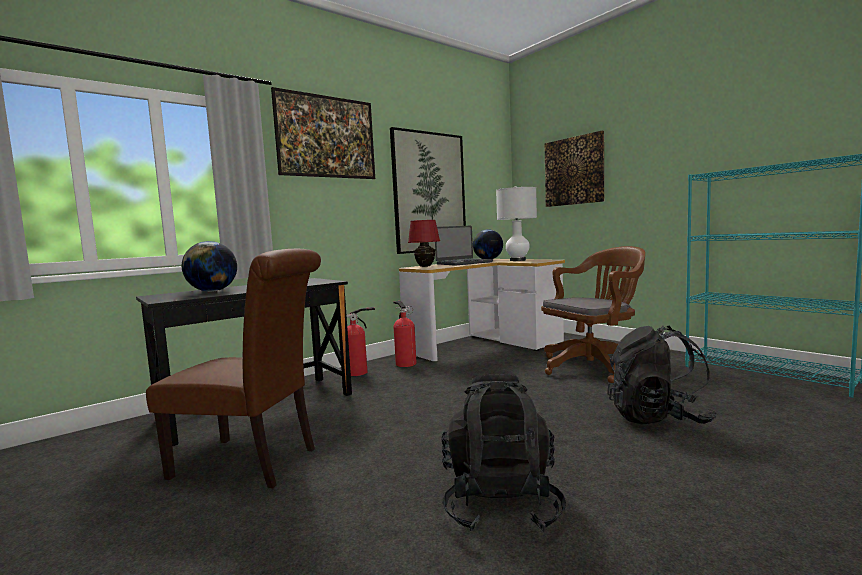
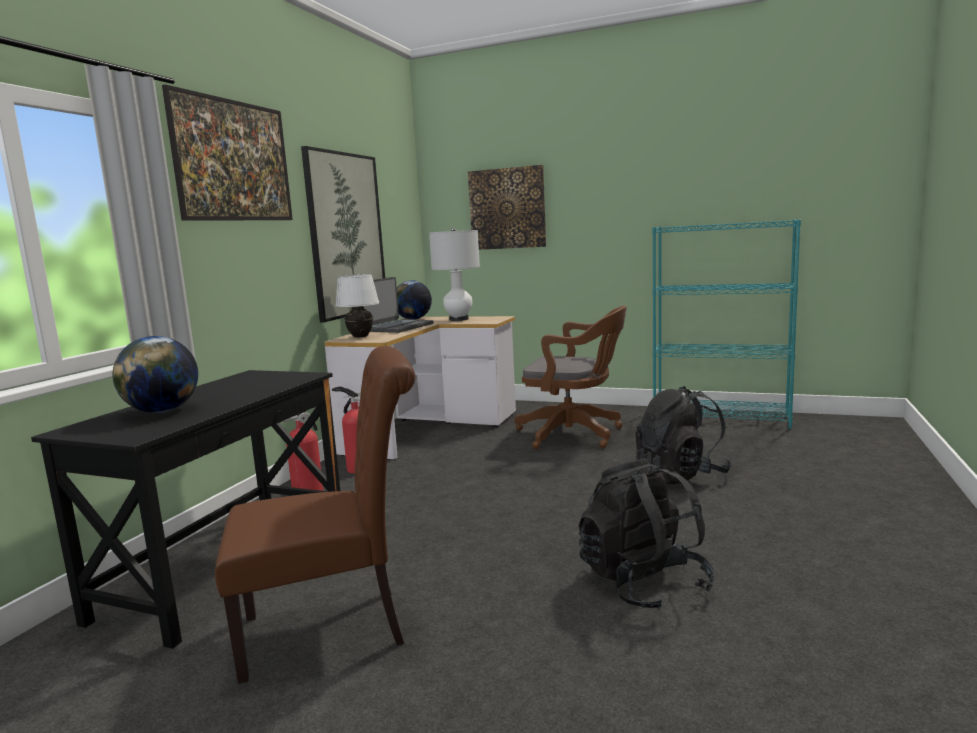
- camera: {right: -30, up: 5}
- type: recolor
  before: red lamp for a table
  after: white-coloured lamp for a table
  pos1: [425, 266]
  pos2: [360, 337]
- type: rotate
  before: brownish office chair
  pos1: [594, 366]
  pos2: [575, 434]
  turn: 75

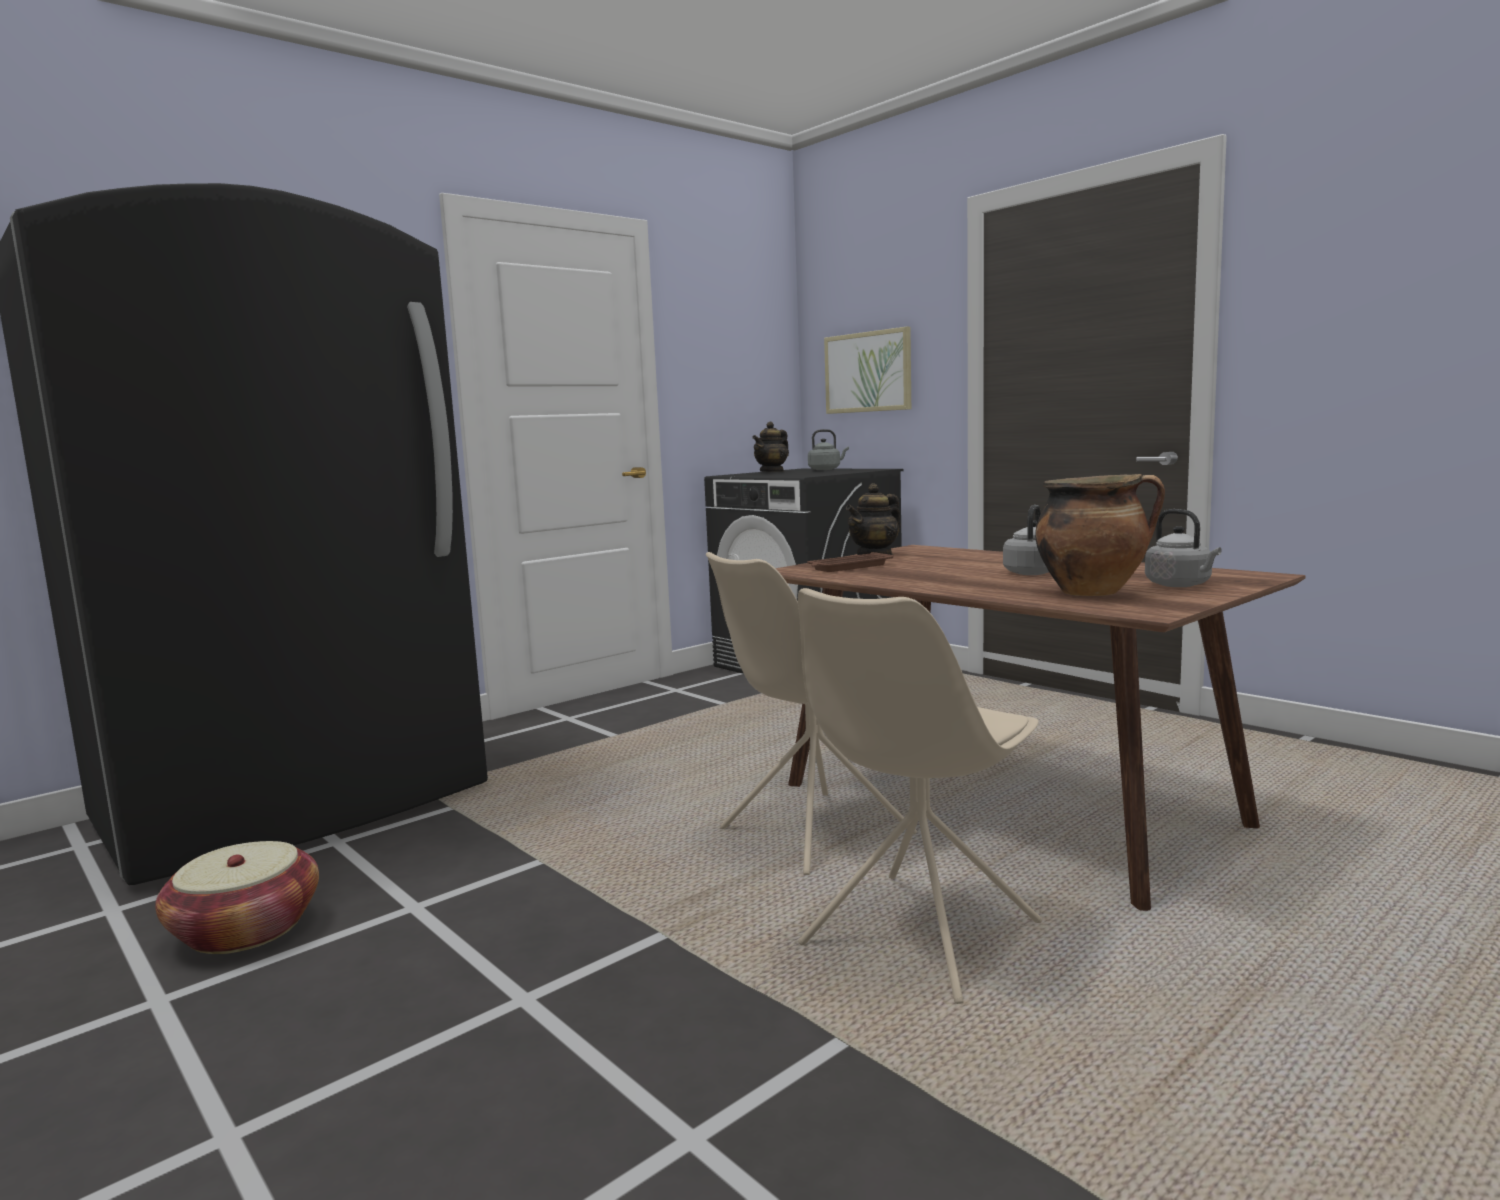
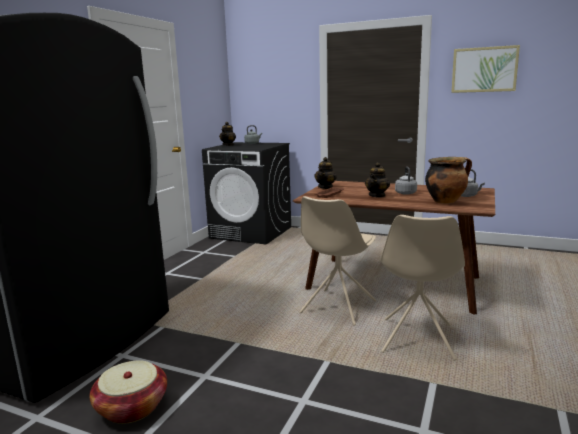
- camera: {right: -25, up: 5}
- type: move
  before: wall art
  pos1: [868, 372]
  pos2: [484, 69]
- type: insert
  after: teapot
  pos2: [377, 195]

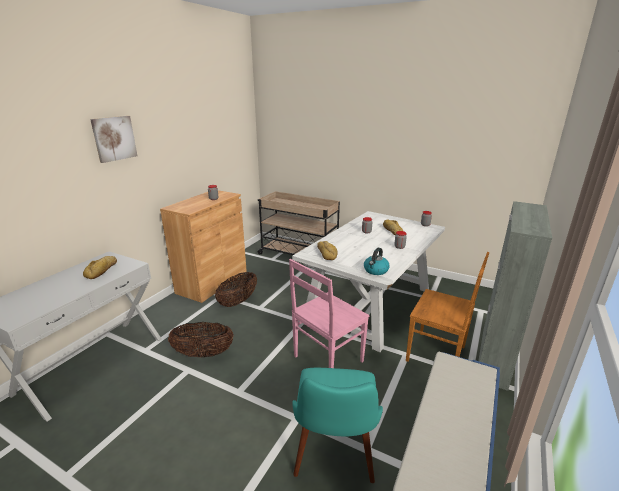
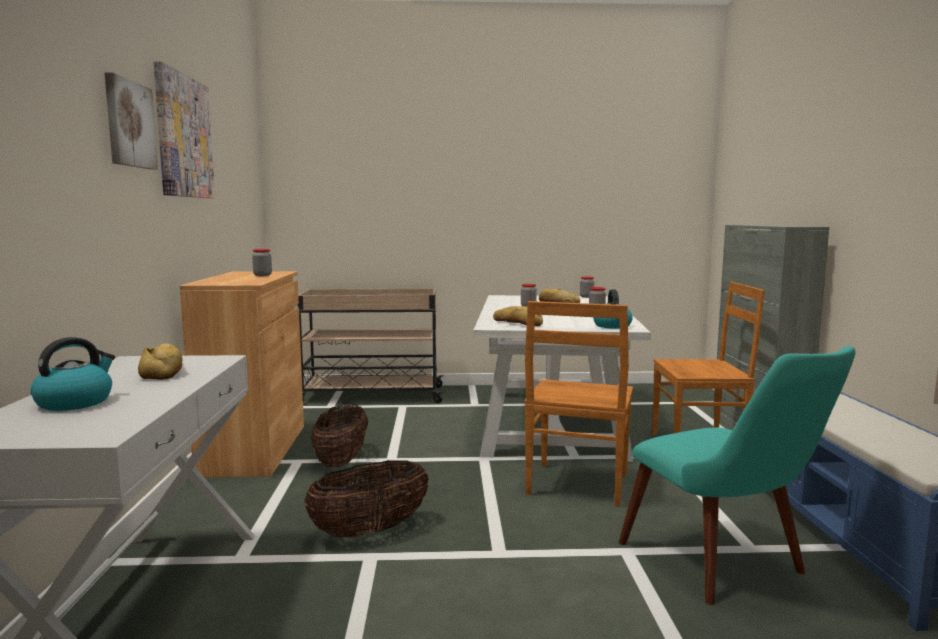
- camera: {right: -30, up: -15}
- type: recolor
  before: pinkish chair
  after: brownish chair
  pos1: [326, 359]
  pos2: [577, 485]
- type: insert
  after: wall art
  pos2: [183, 136]
- type: insert
  after: kettle
  pos2: [75, 402]

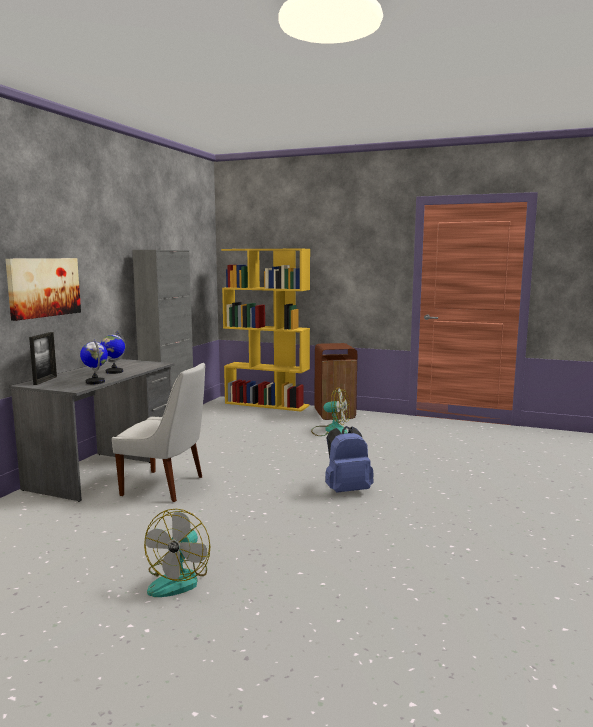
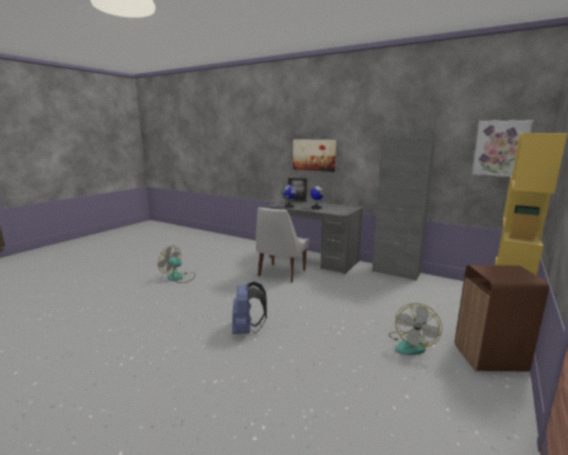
- camera: {right: 100, up: 5}
- type: insert
  after: wall art
  pos2: [500, 148]

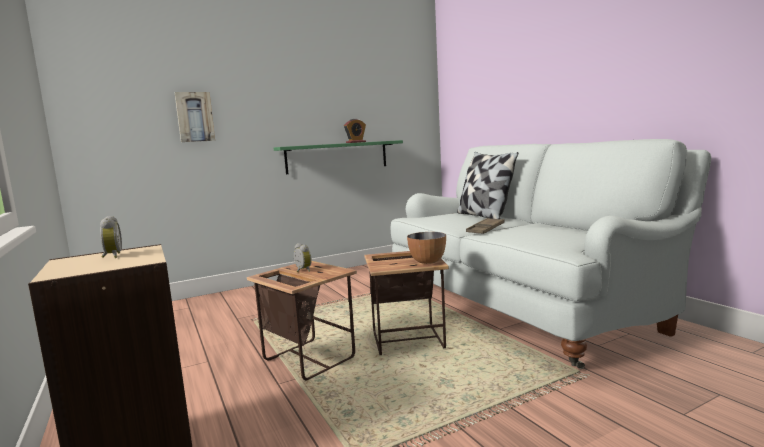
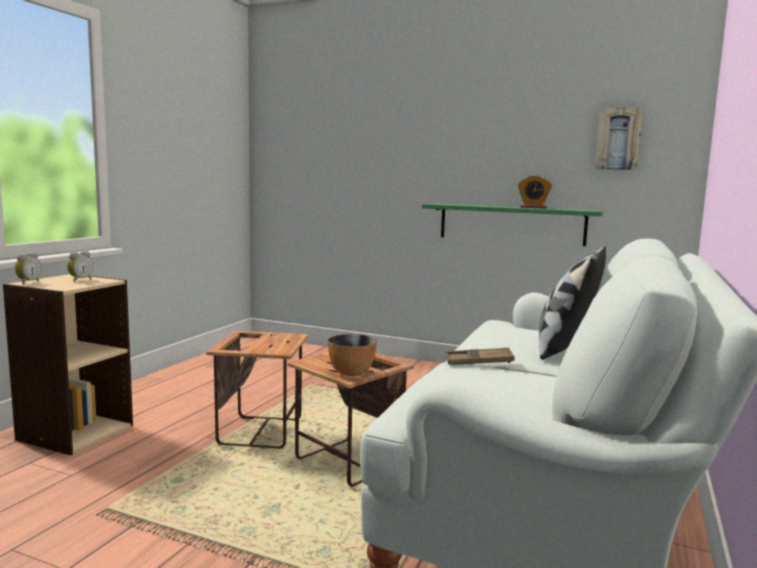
- camera: {right: 50, up: 0}
- type: move
  before: wall art
  pos1: [195, 117]
  pos2: [618, 139]
- type: move
  before: table clock
  pos1: [302, 271]
  pos2: [27, 282]

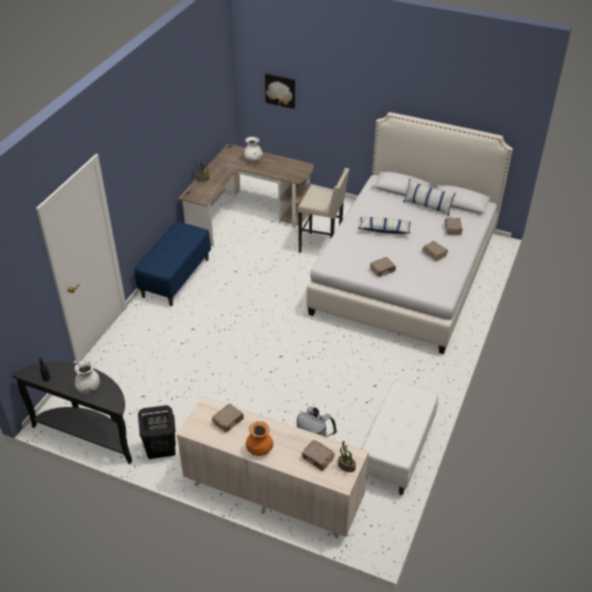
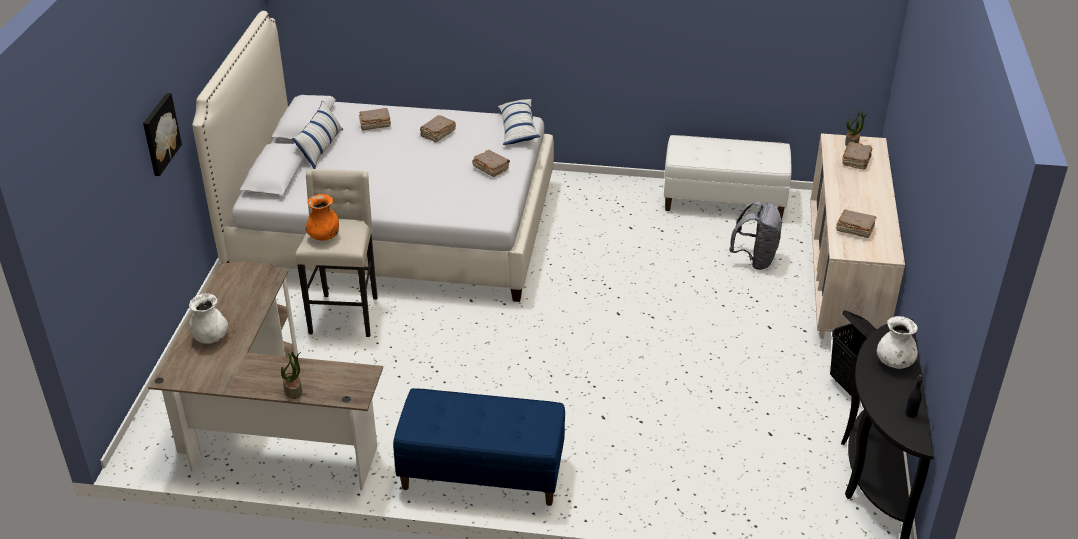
- camera: {right: -105, up: -5}
- type: move
  before: wall art
  pos1: [280, 90]
  pos2: [159, 134]
- type: move
  before: throw pillow
  pos1: [384, 230]
  pos2: [518, 129]
- type: move
  before: orangey vase
  pos1: [259, 449]
  pos2: [324, 236]

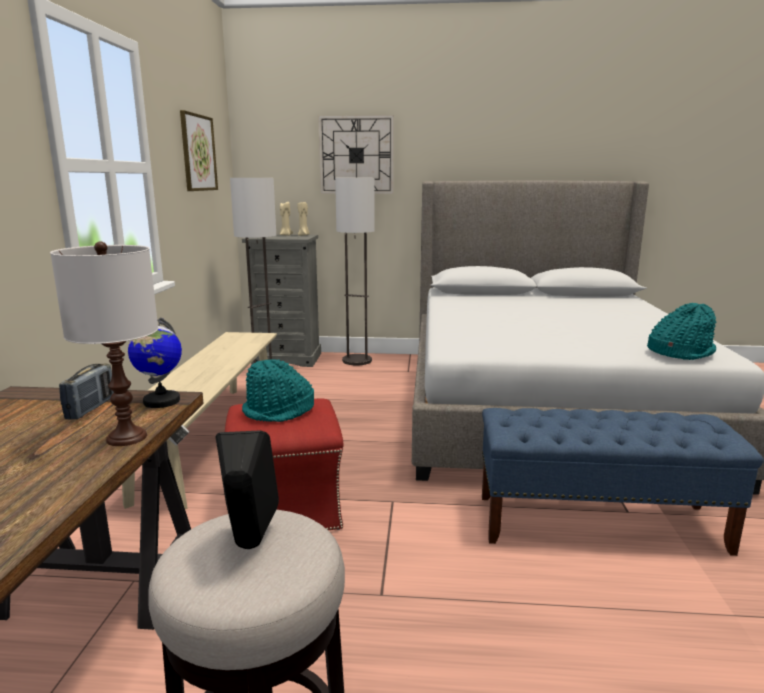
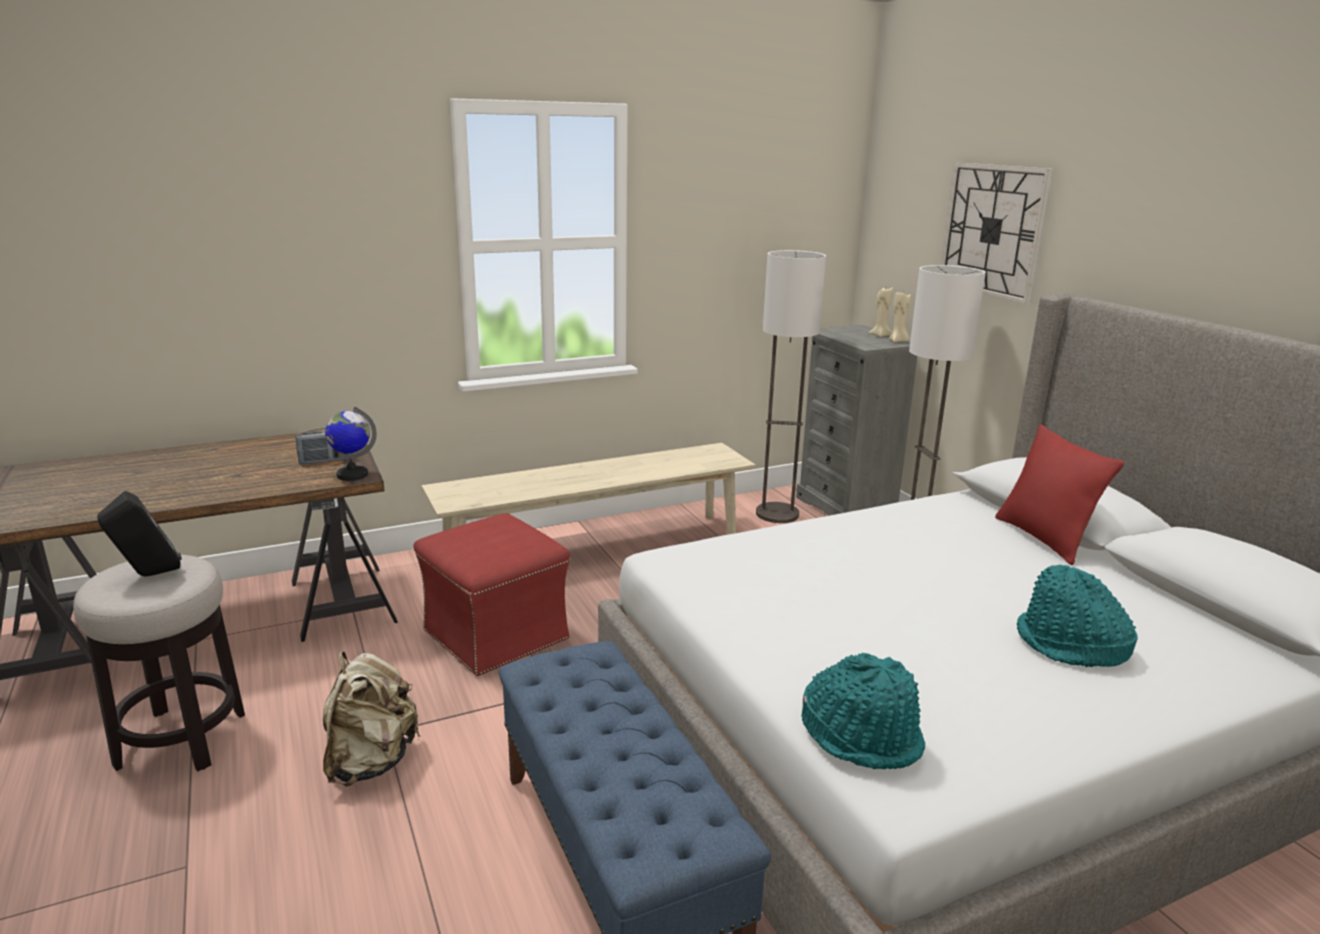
- camera: {right: 60, up: 5}
- type: delete
  before: wall art
  pos1: [198, 153]
- type: delete
  before: white-coloured lamp for a table
  pos1: [126, 438]
- type: move
  before: blue-green wearable hat
  pos1: [279, 412]
  pos2: [1071, 646]
- type: insert
  after: red throw pillow
  pos2: [1044, 538]
- type: insert
  after: sand-coloured knapsack
  pos2: [371, 762]

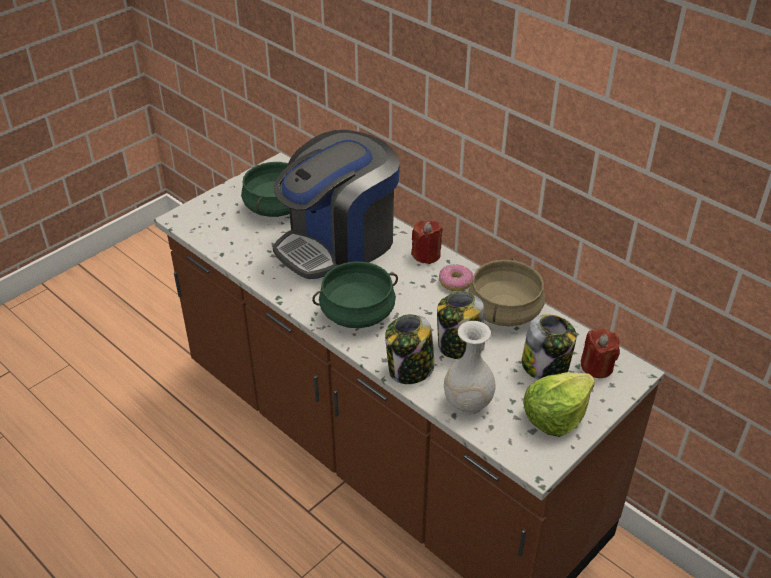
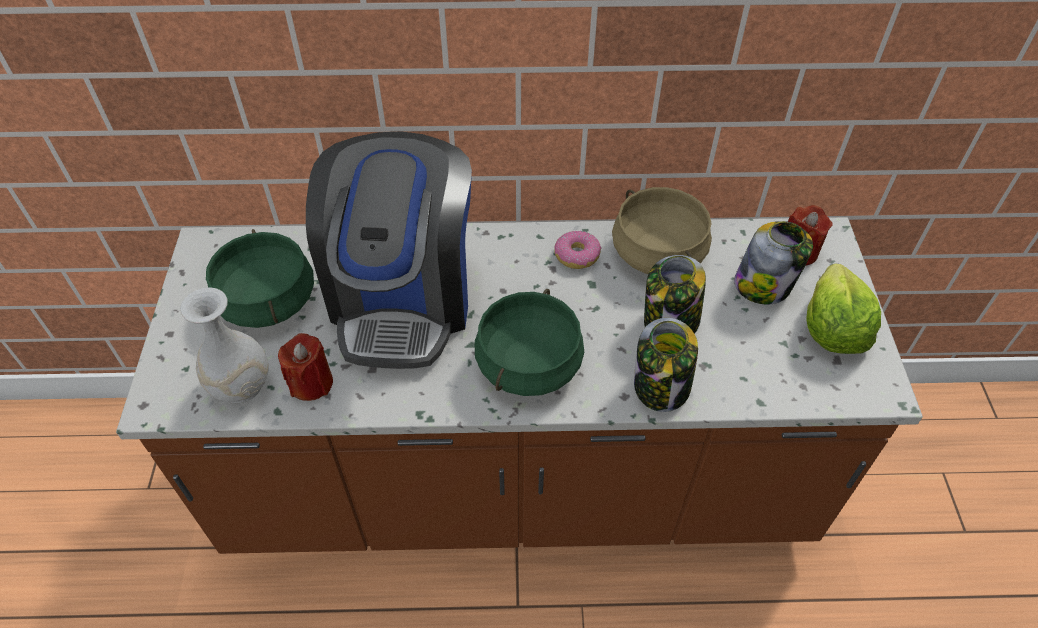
- camera: {right: -45, up: 10}
- type: move
  before: red candle
  pos1: [426, 255]
  pos2: [311, 383]
- type: move
  before: white-coloured vase
  pos1: [467, 402]
  pos2: [240, 386]

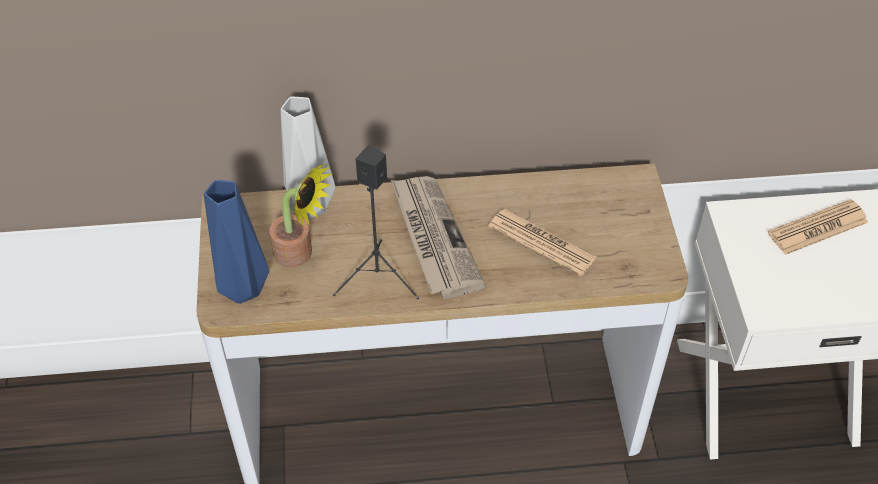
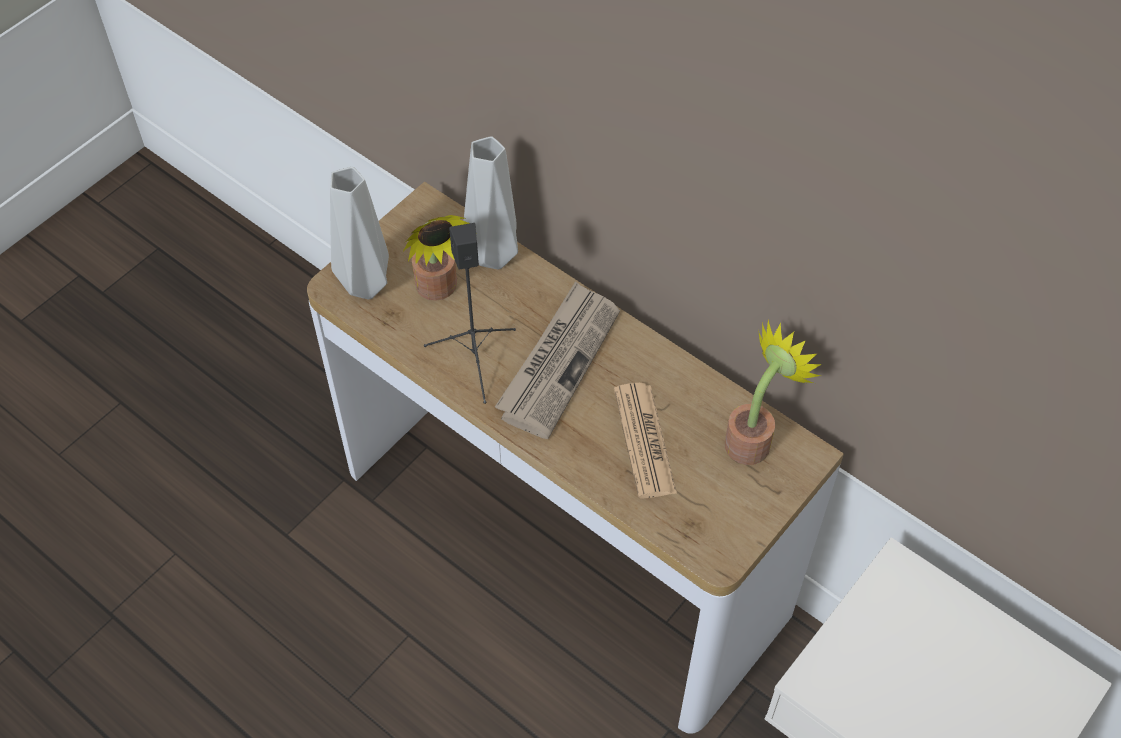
- camera: {right: 45, up: 5}
- type: recolor
  before: bluish vase
  after: greyish vase
  pos1: [244, 287]
  pos2: [367, 284]
- type: delete
  before: daily paper
  pos1: [817, 228]
- type: insert
  after: potted plant
  pos2: [753, 438]

